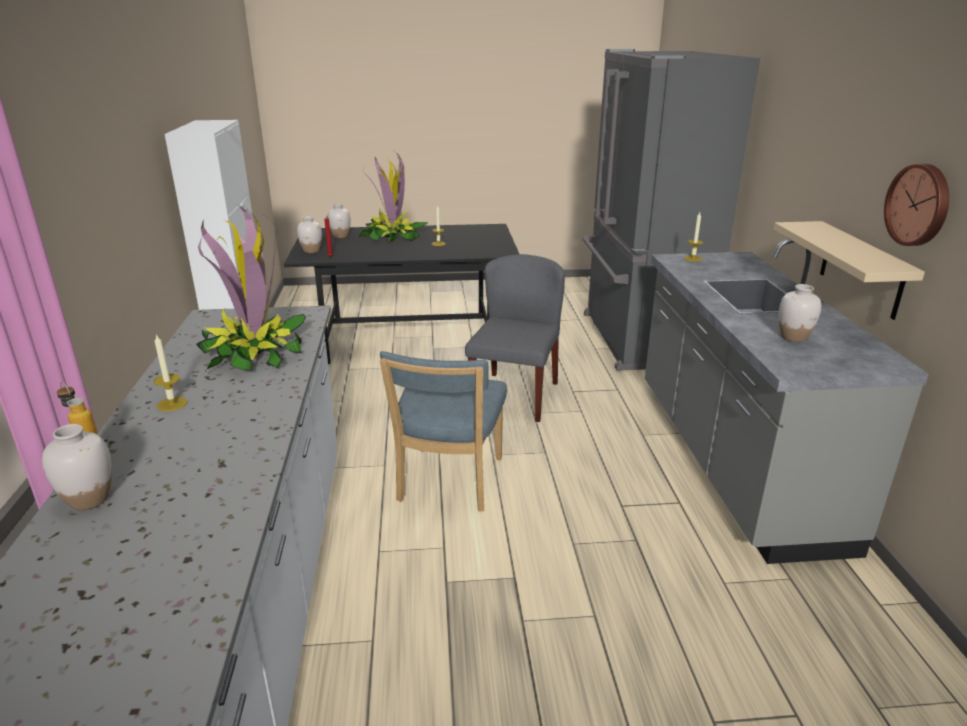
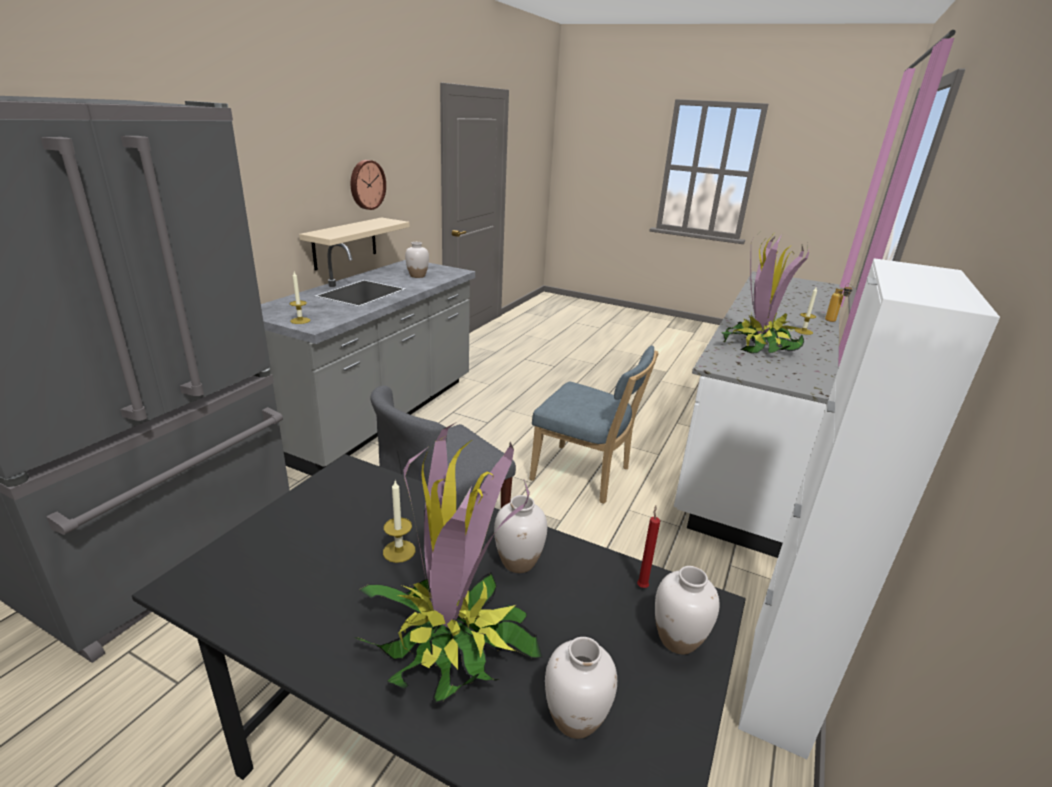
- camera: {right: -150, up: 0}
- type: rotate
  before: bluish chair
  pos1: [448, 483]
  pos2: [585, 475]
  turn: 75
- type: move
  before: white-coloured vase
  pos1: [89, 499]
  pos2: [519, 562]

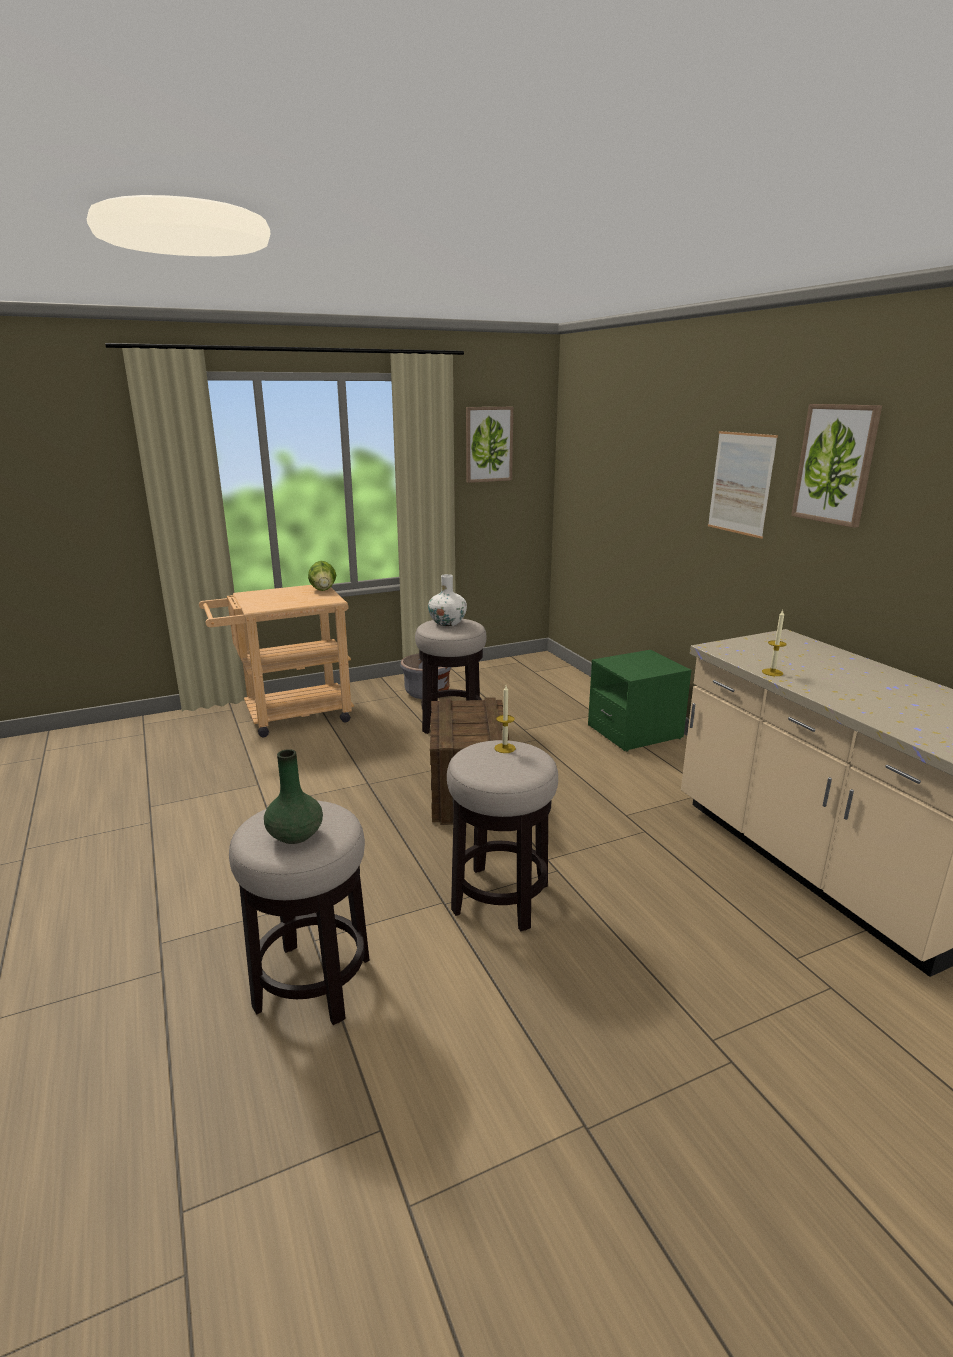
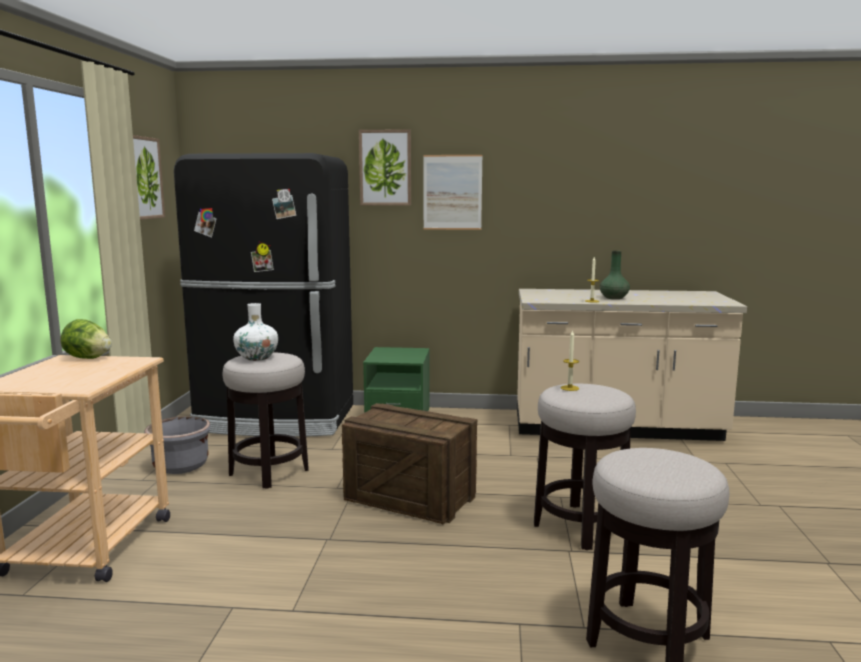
- camera: {right: -60, up: -10}
- type: move
  before: wall art
  pos1: [835, 464]
  pos2: [385, 168]
- type: move
  before: green-coloured vase
  pos1: [295, 834]
  pos2: [613, 298]
- type: insert
  after: blackish fridge
  pos2: [275, 419]

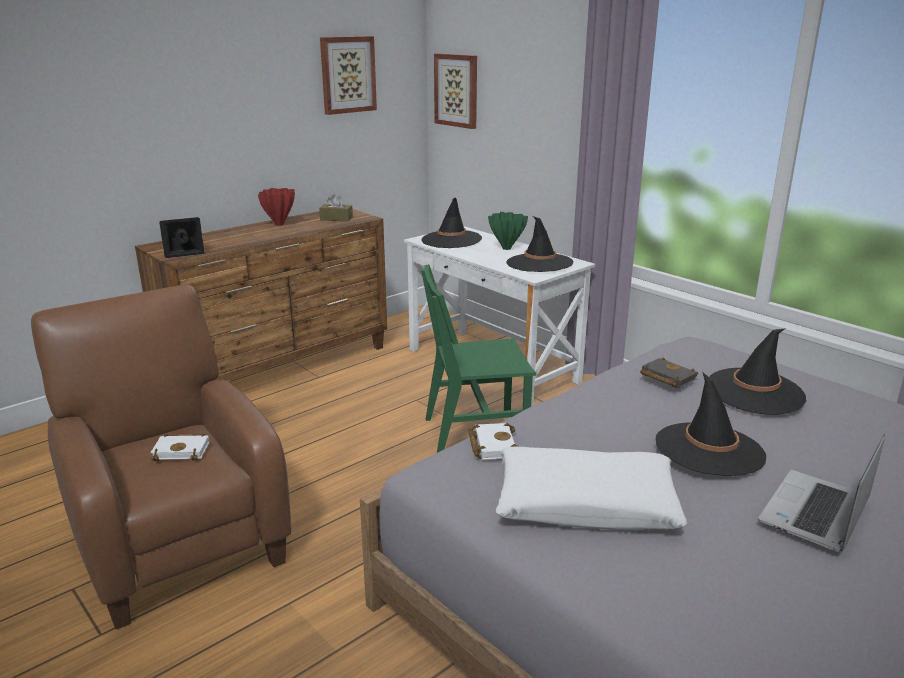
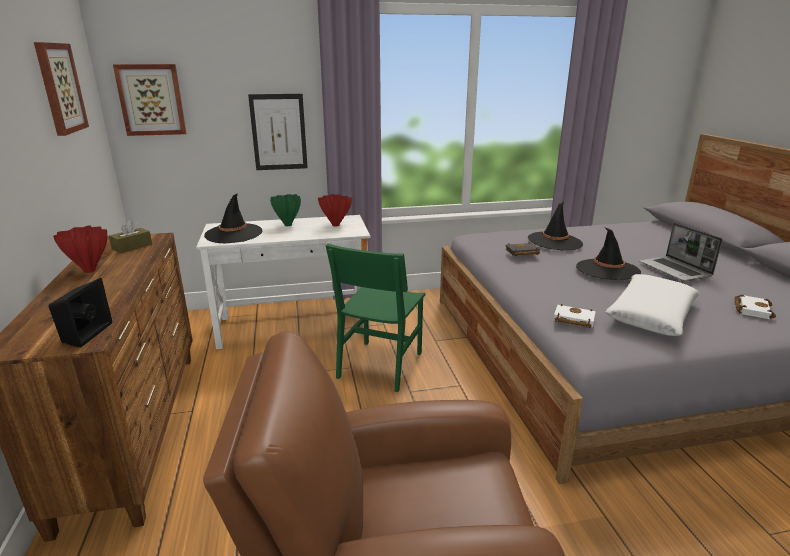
- camera: {right: -60, up: 0}
- type: replace
  before: blackish wearable hat
  after: red vase
  pos1: [539, 263]
  pos2: [335, 225]
- type: move
  before: white-coloured bound book
  pos1: [183, 450]
  pos2: [751, 309]
- type: insert
  after: wall art
  pos2: [279, 132]

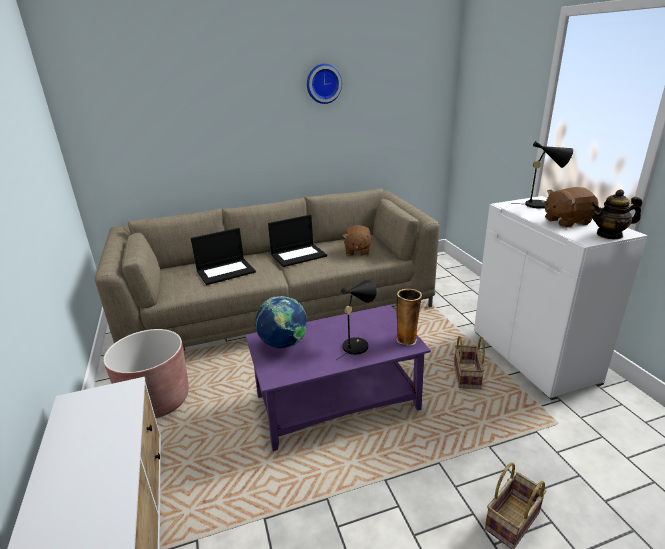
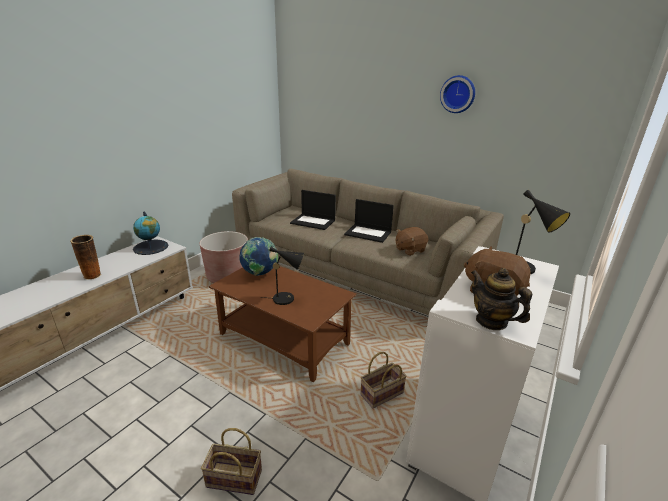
- camera: {right: 50, up: 0}
- type: move
  before: vase
  pos1: [407, 339]
  pos2: [93, 276]
- type: recolor
  before: purple coffee table
  after: brownish coffee table
  pos1: [338, 402]
  pos2: [285, 339]
- type: insert
  after: globe
  pos2: [151, 247]

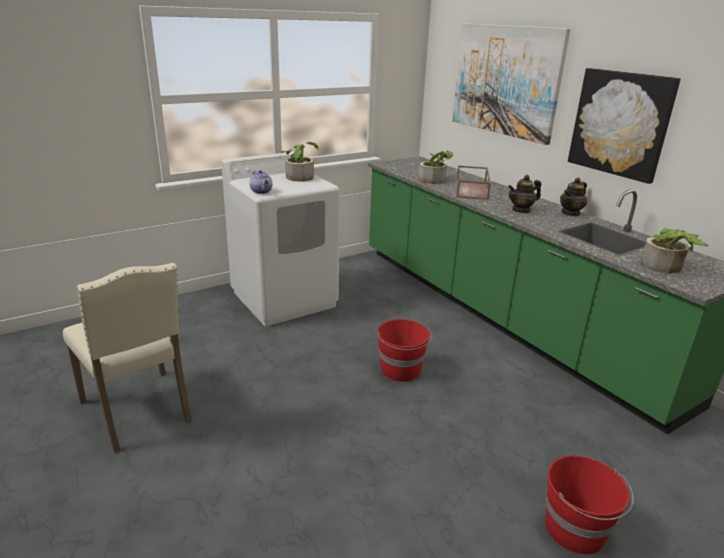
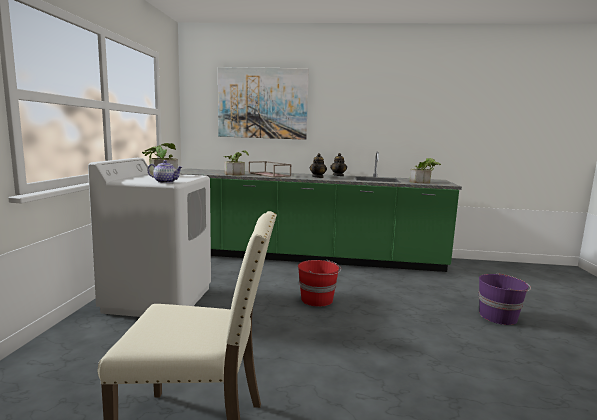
- camera: {right: -50, up: -15}
- type: delete
  before: wall art
  pos1: [620, 124]
- type: recolor
  before: red water bucket
  after: purple water bucket
  pos1: [575, 530]
  pos2: [499, 316]

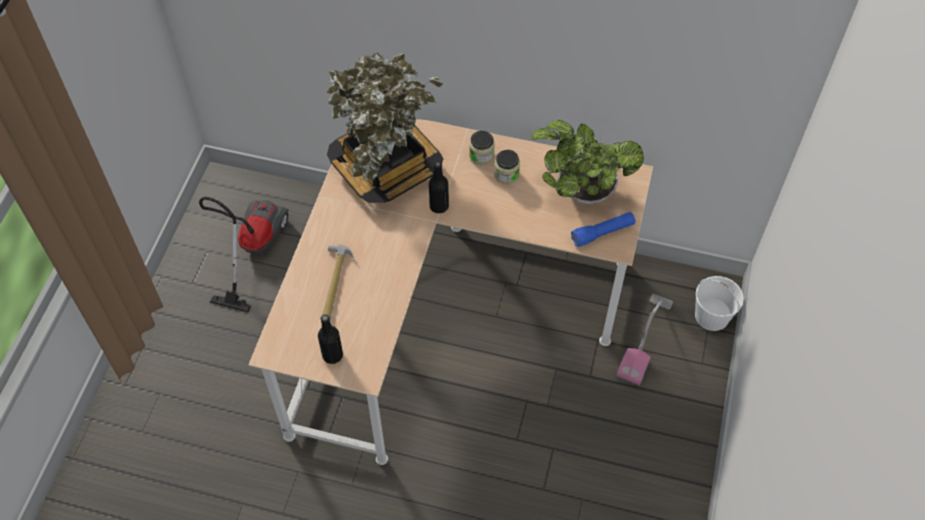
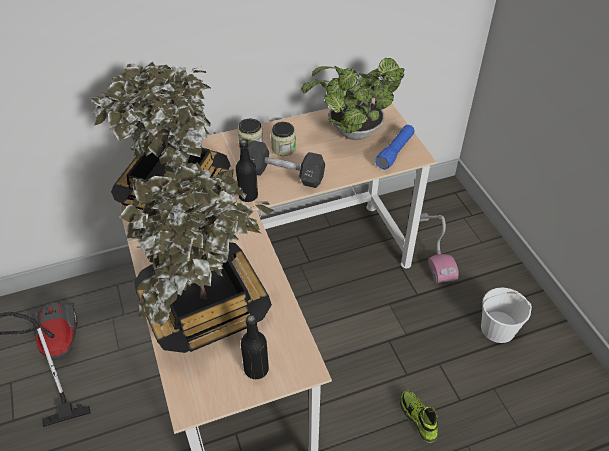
- camera: {right: -35, up: -10}
- type: replace
  before: hammer
  after: potted plant
  pos1: [334, 284]
  pos2: [205, 305]
- type: move
  before: white-coloured water bucket
  pos1: [712, 316]
  pos2: [498, 328]
- type: insert
  after: blackish hand weight
  pos2: [284, 175]
- type: insert
  after: shoe
  pos2: [418, 419]

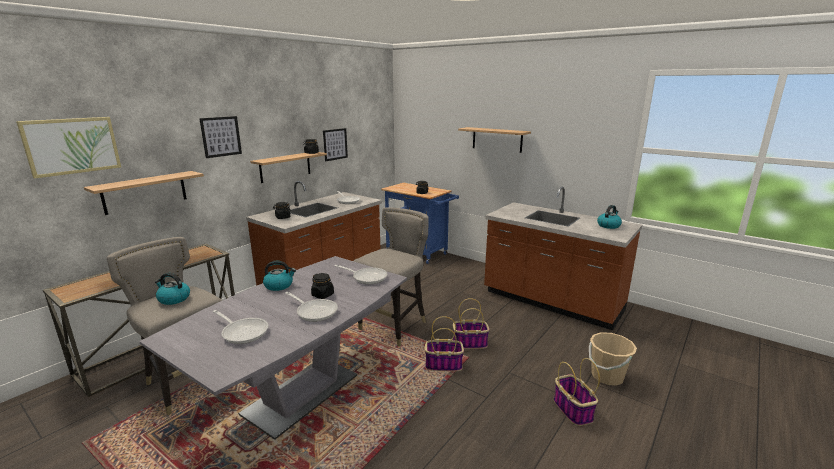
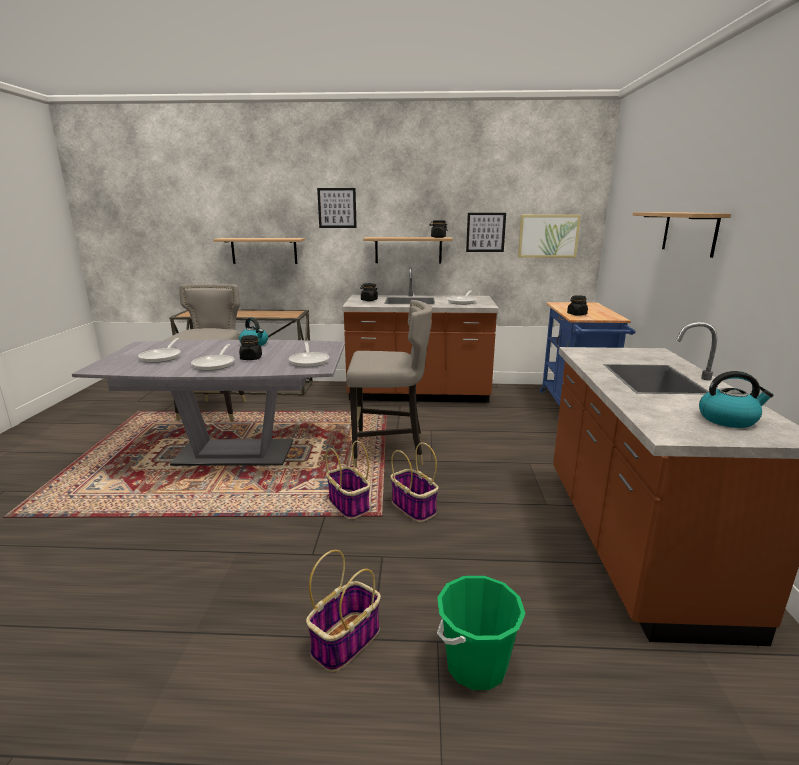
- camera: {right: 55, up: 0}
- type: move
  before: wall art
  pos1: [72, 146]
  pos2: [548, 236]
- type: delete
  before: kettle
  pos1: [173, 299]
- type: recolor
  before: sand-coloured water bucket
  after: green-coloured water bucket
  pos1: [607, 376]
  pos2: [476, 665]

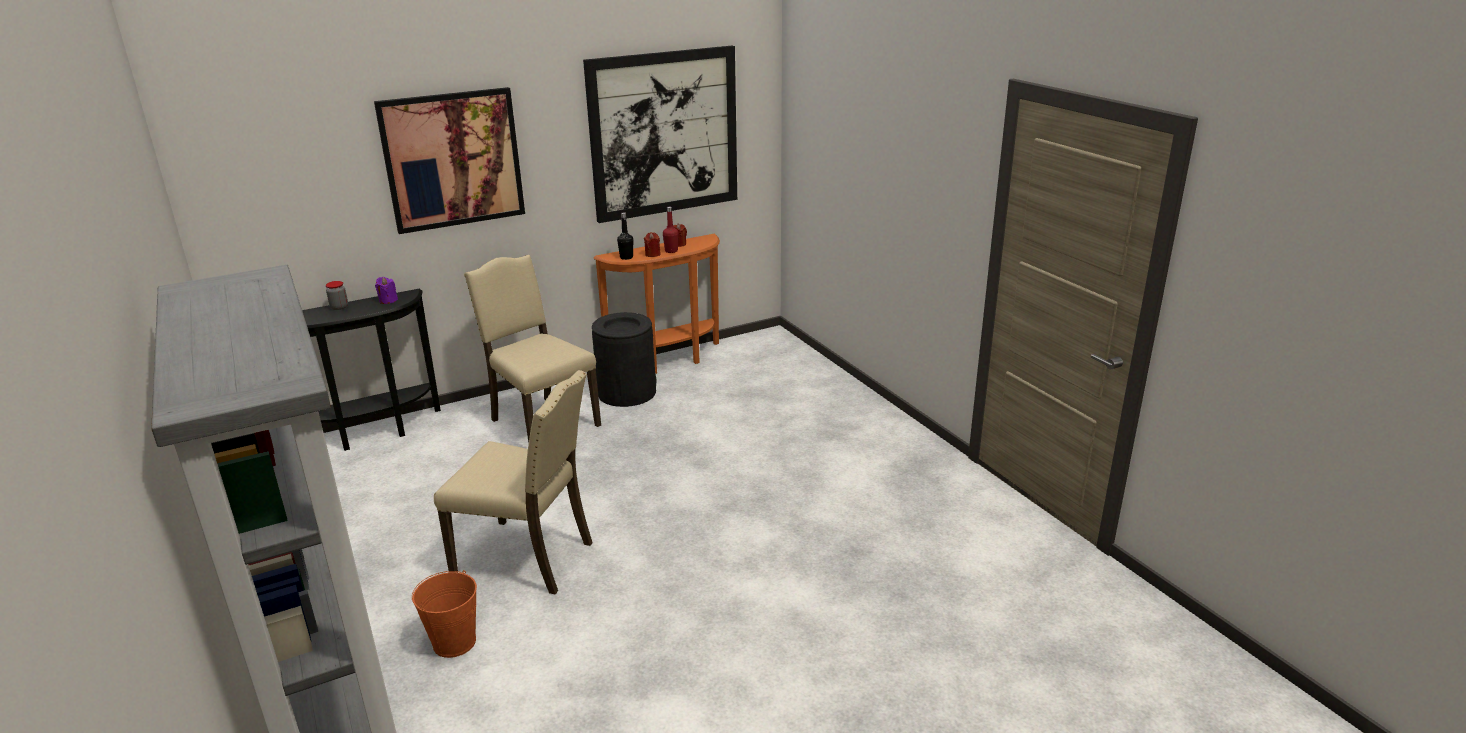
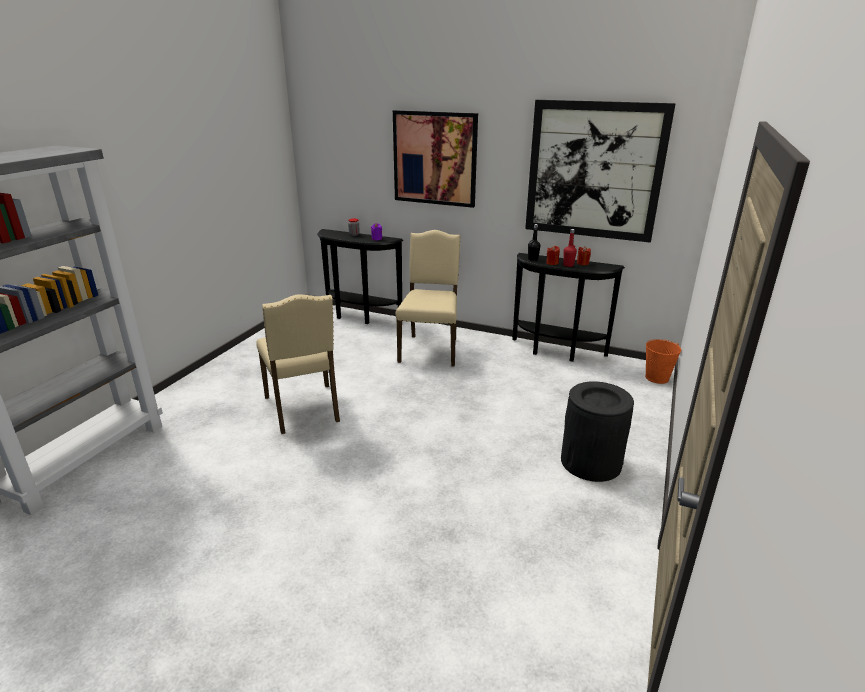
- camera: {right: 50, up: 0}
- type: recolor
  before: orangey narrow table
  after: blackish narrow table
  pos1: [670, 361]
  pos2: [556, 352]
- type: move
  before: blackish waste bin
  pos1: [627, 392]
  pos2: [591, 462]
- type: move
  before: orangey water bucket
  pos1: [455, 642]
  pos2: [657, 378]

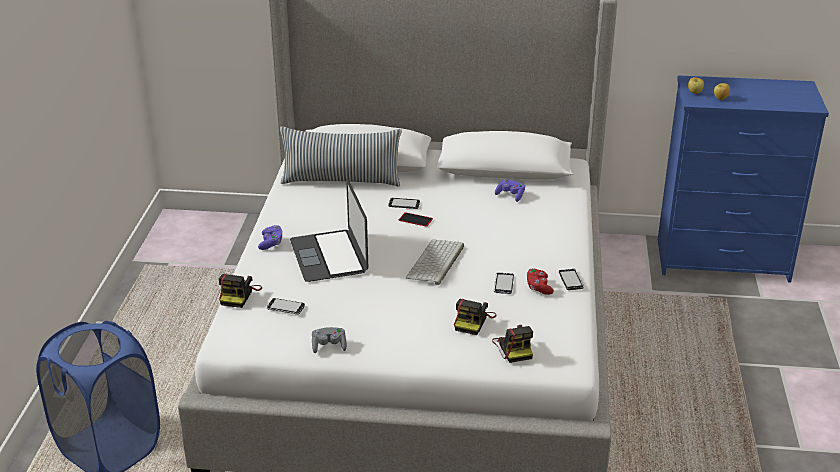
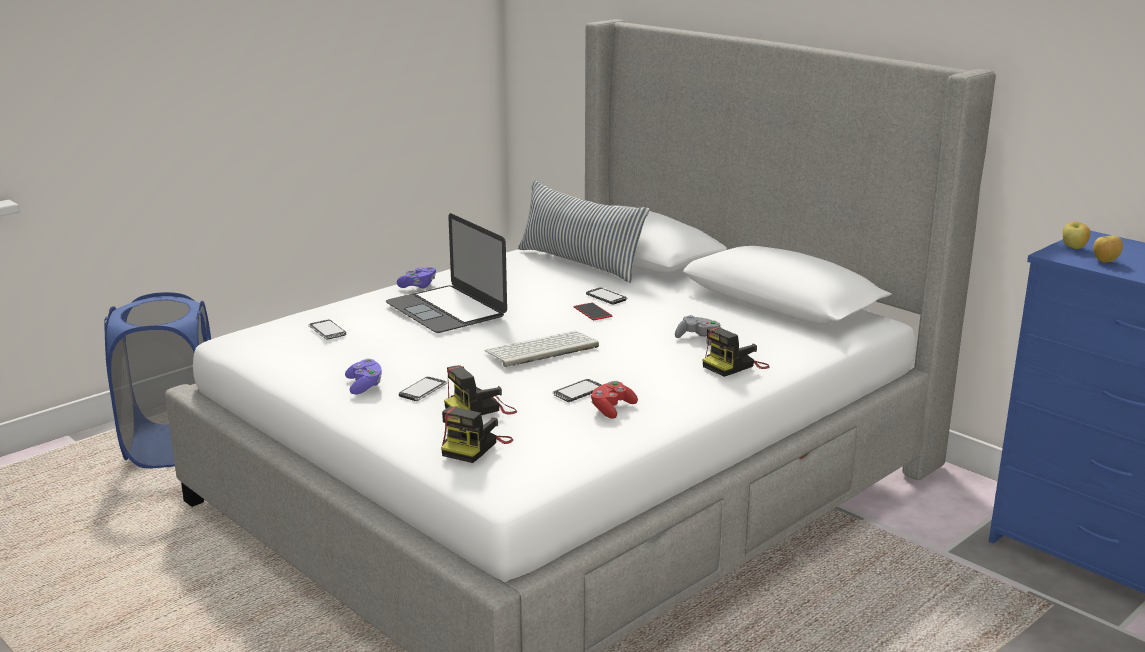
- camera: {right: 40, up: -10}
- type: rotate
  before: laptop
  pos1: [329, 256]
  pos2: [446, 309]
  turn: -60
- type: move
  before: purple joypad
  pos1: [510, 195]
  pos2: [364, 386]
- type: move
  before: phone
  pos1: [571, 280]
  pos2: [423, 390]
- type: move
  before: photo camera
  pos1: [239, 295]
  pos2: [734, 366]
- type: move
  before: greyish joypad
  pos1: [329, 346]
  pos2: [698, 339]

